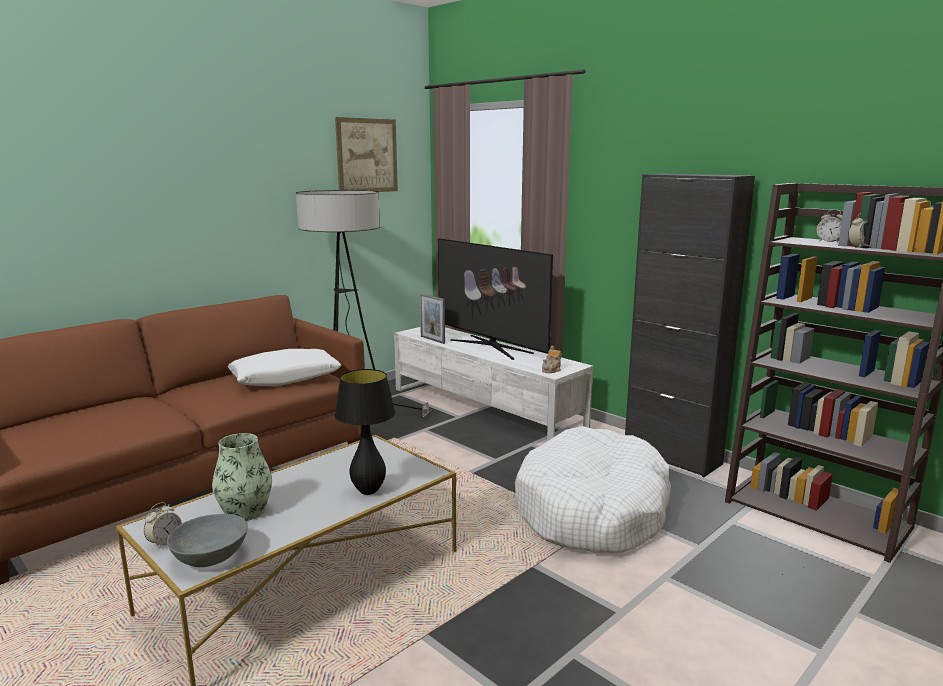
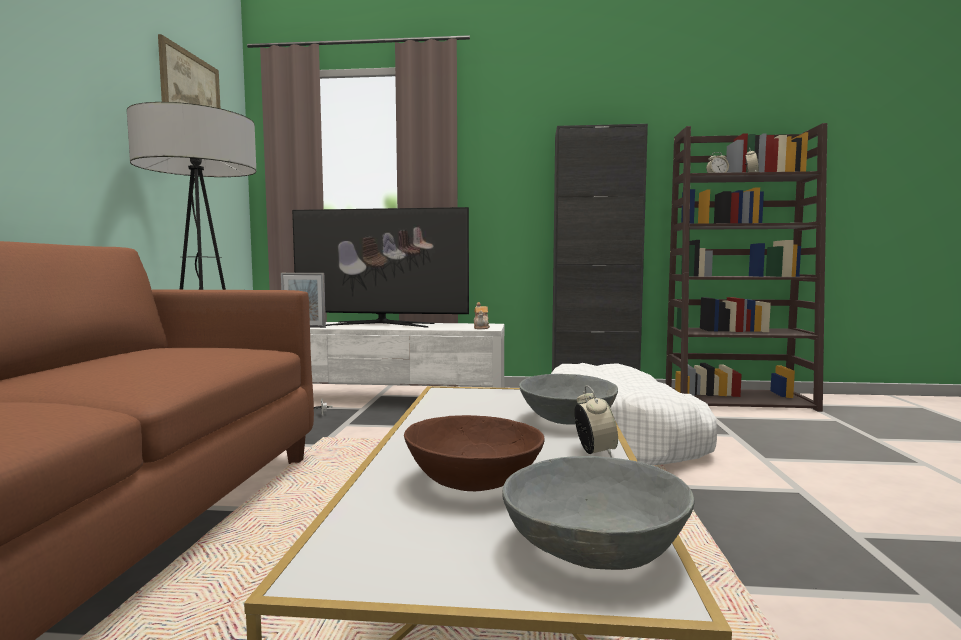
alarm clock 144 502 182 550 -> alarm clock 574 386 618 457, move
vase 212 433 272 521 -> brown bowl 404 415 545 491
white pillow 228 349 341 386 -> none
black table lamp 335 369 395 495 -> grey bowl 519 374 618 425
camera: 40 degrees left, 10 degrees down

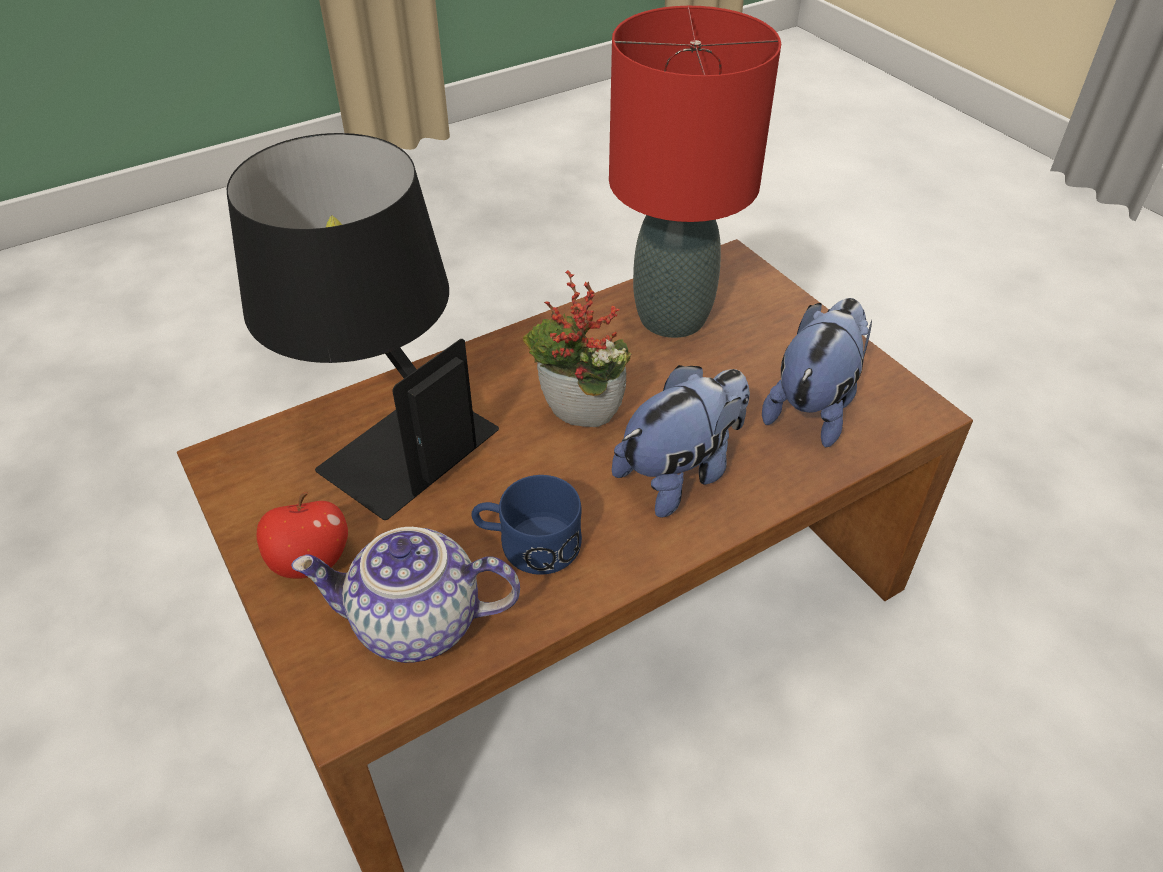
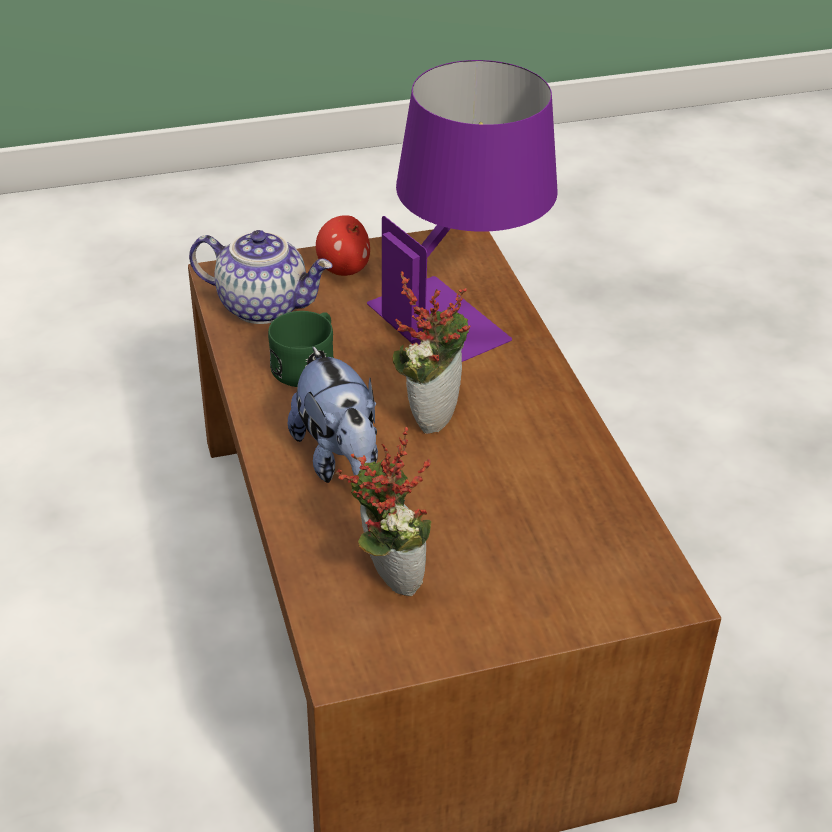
black table lamp 227 133 499 520 -> purple table lamp 367 60 558 362
teapot 291 527 520 663 -> teapot 189 230 333 324, 90 degrees clockwise
blue mug 472 475 582 575 -> green mug 268 311 334 387
red table lamp 609 6 781 338 -> none
plush toy 762 298 872 448 -> potted plant 336 427 431 596
camera: 105 degrees right, 5 degrees down

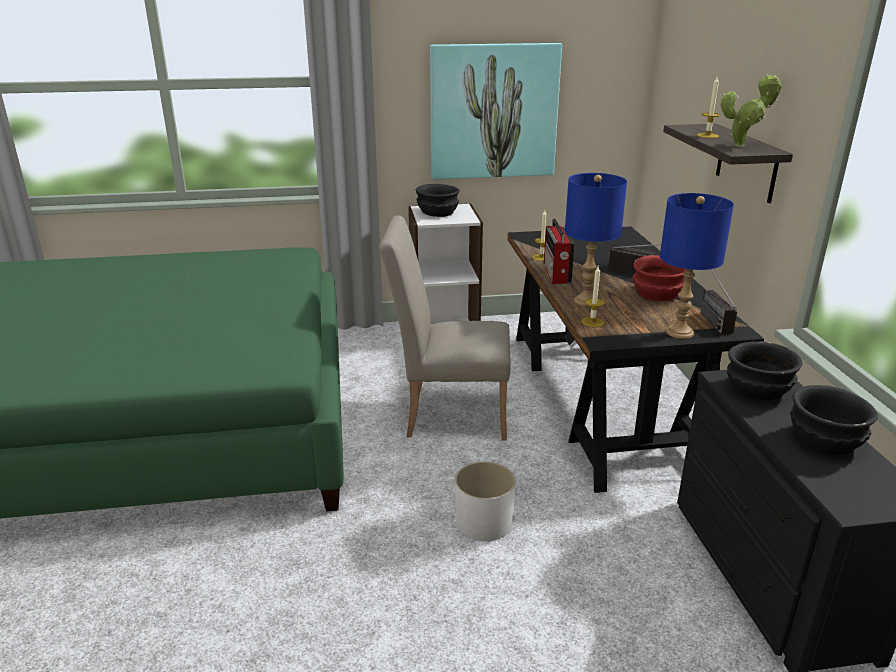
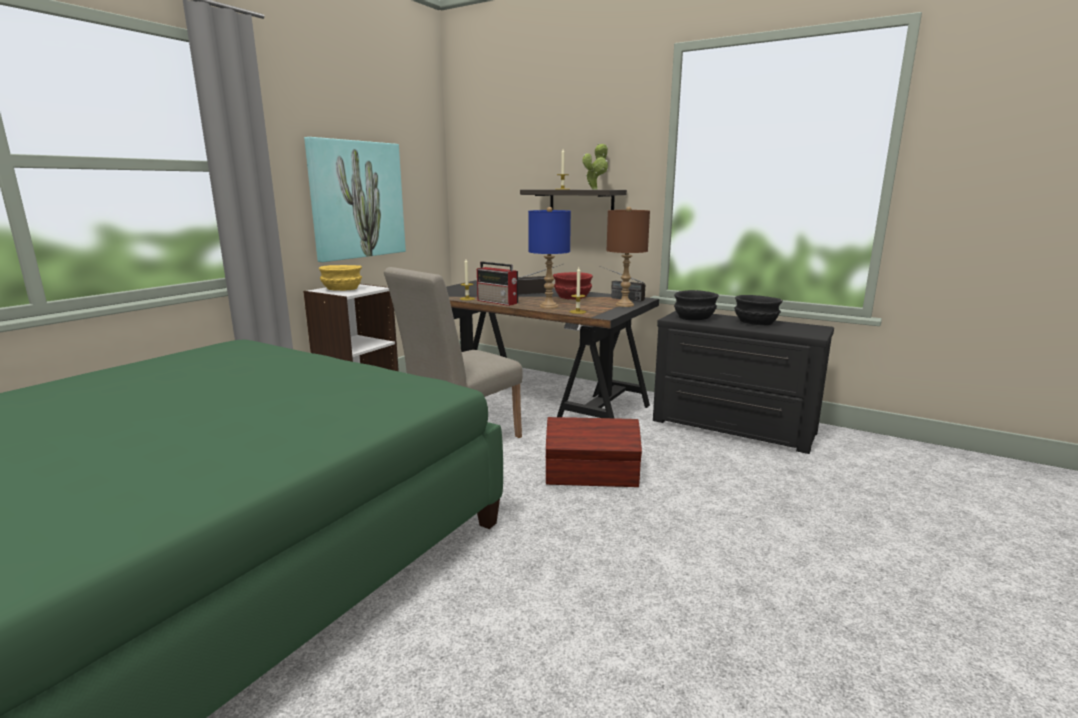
black bowl 416 184 460 217 -> yellow bowl 319 265 362 291
white planter 455 462 516 541 -> brown storage box 546 417 642 487
blue table lamp 660 193 734 339 -> brown table lamp 606 207 650 307
camera: 50 degrees left, 10 degrees down

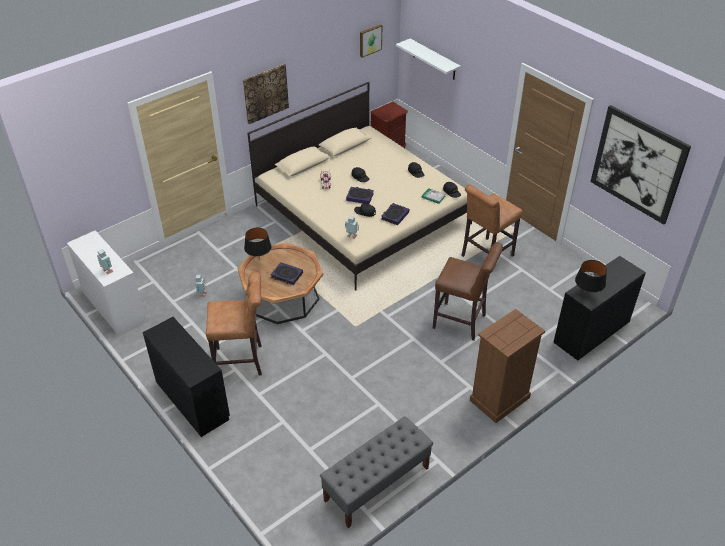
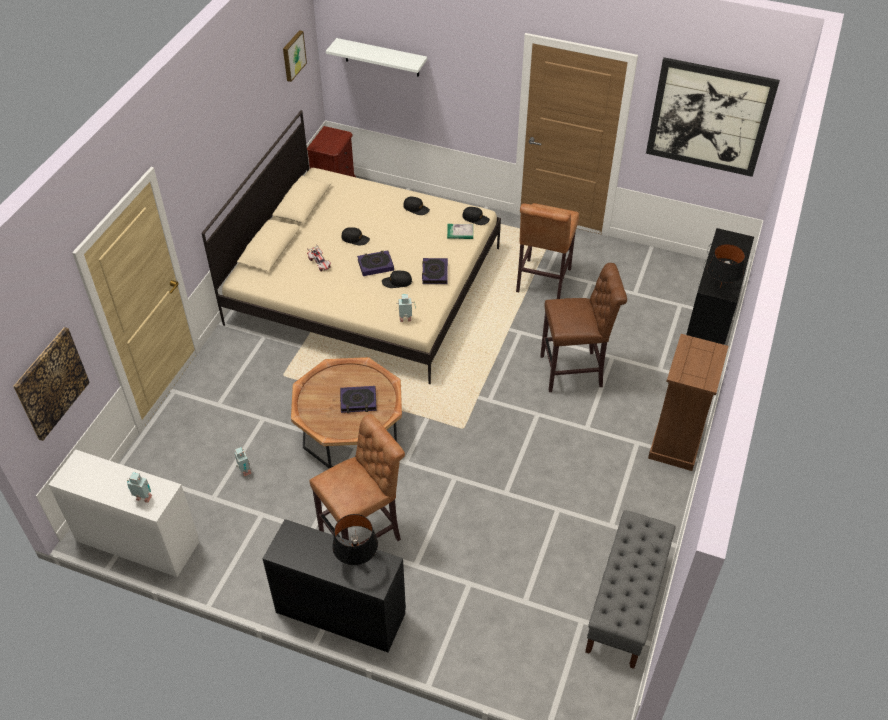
picture 243 64 289 124 -> picture 13 327 90 441, move
black table lamp 244 228 271 261 -> black table lamp 332 514 378 565, move
camera: 30 degrees left, 5 degrees up

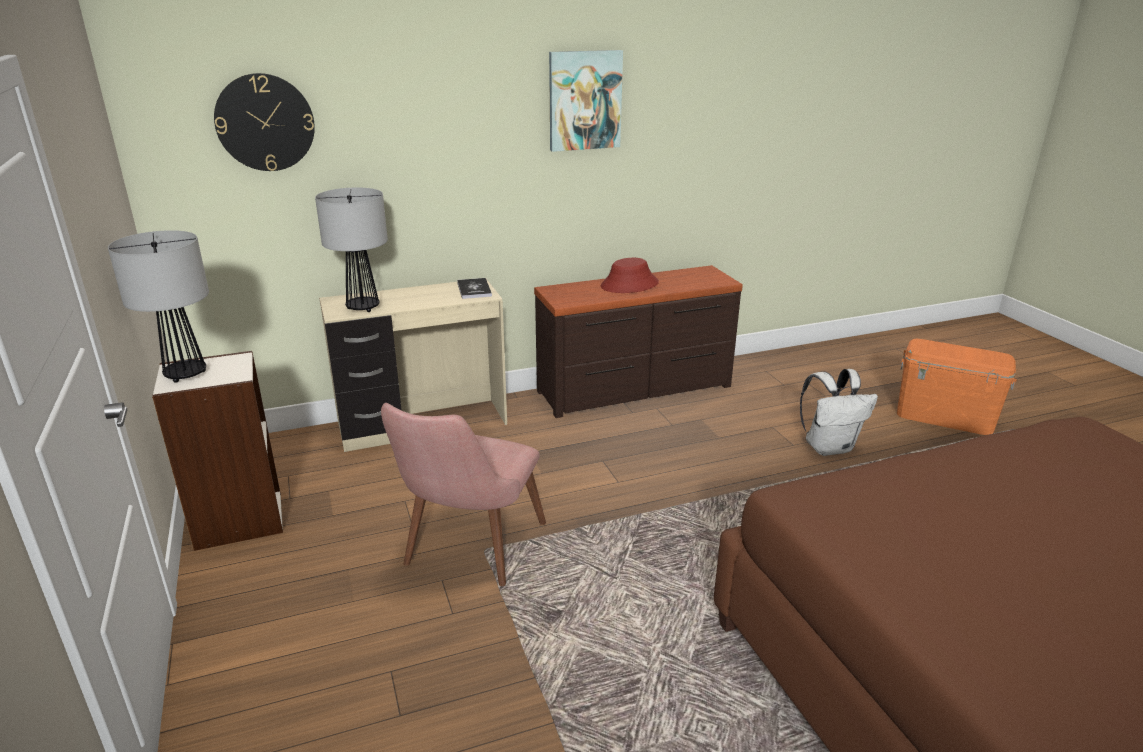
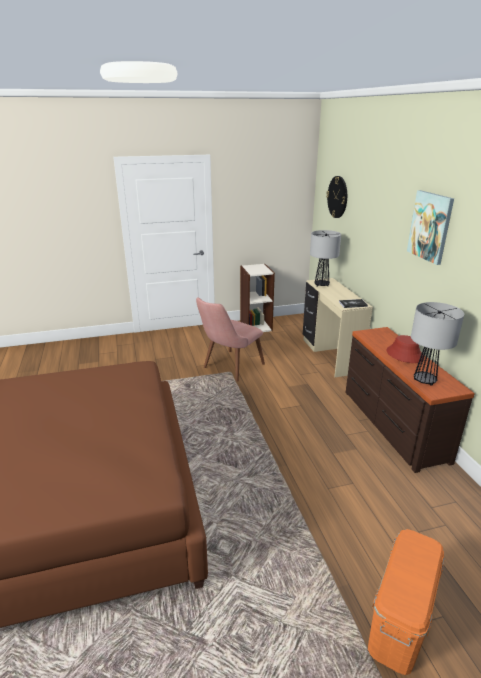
table lamp 108 230 209 383 -> table lamp 411 302 464 386, move
pink chair 381 403 546 586 -> pink chair 196 297 265 382, 75 degrees counterclockwise
white backpack 800 369 878 456 -> none
camera: 95 degrees right, 0 degrees up

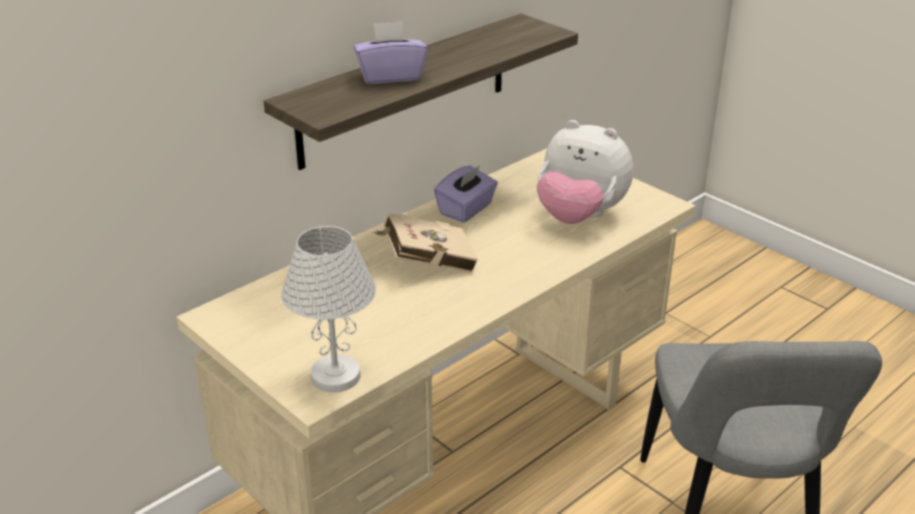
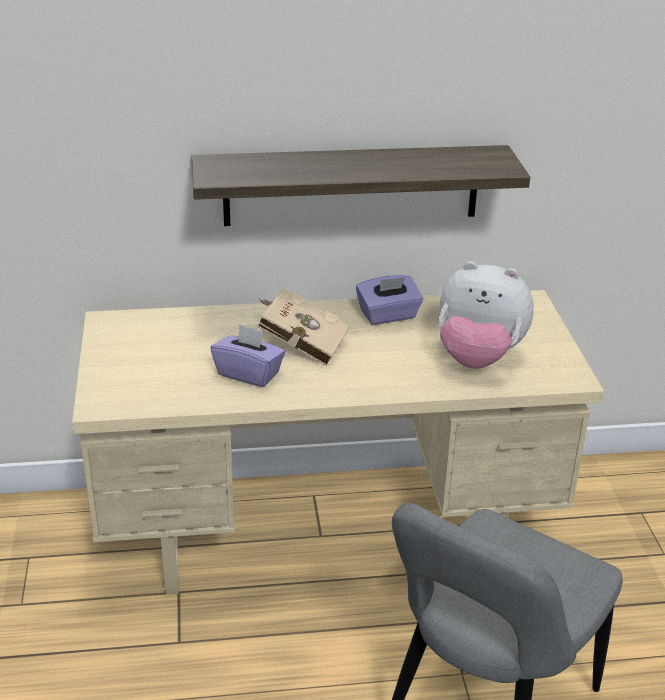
white table lamp 281 226 376 393 -> none
purple tissue box 354 21 428 84 -> purple tissue box 211 324 285 387, move
plush toy 537 120 633 224 -> plush toy 439 261 534 369, 45 degrees counterclockwise
camera: 35 degrees right, 0 degrees up

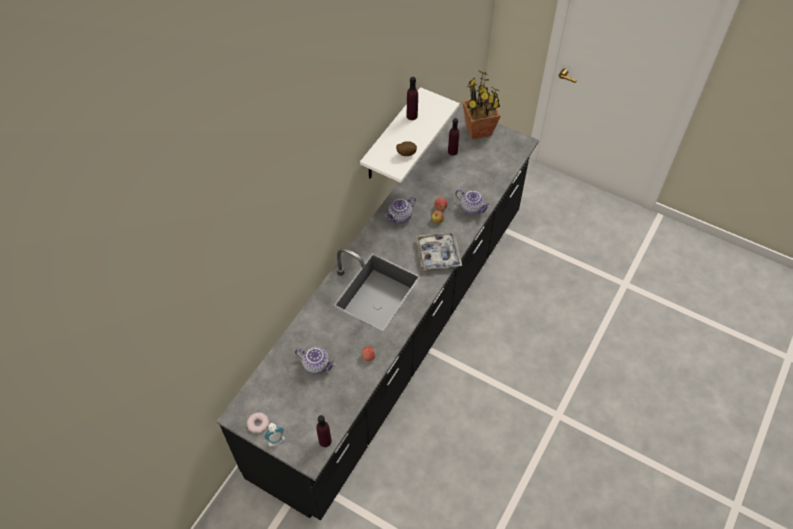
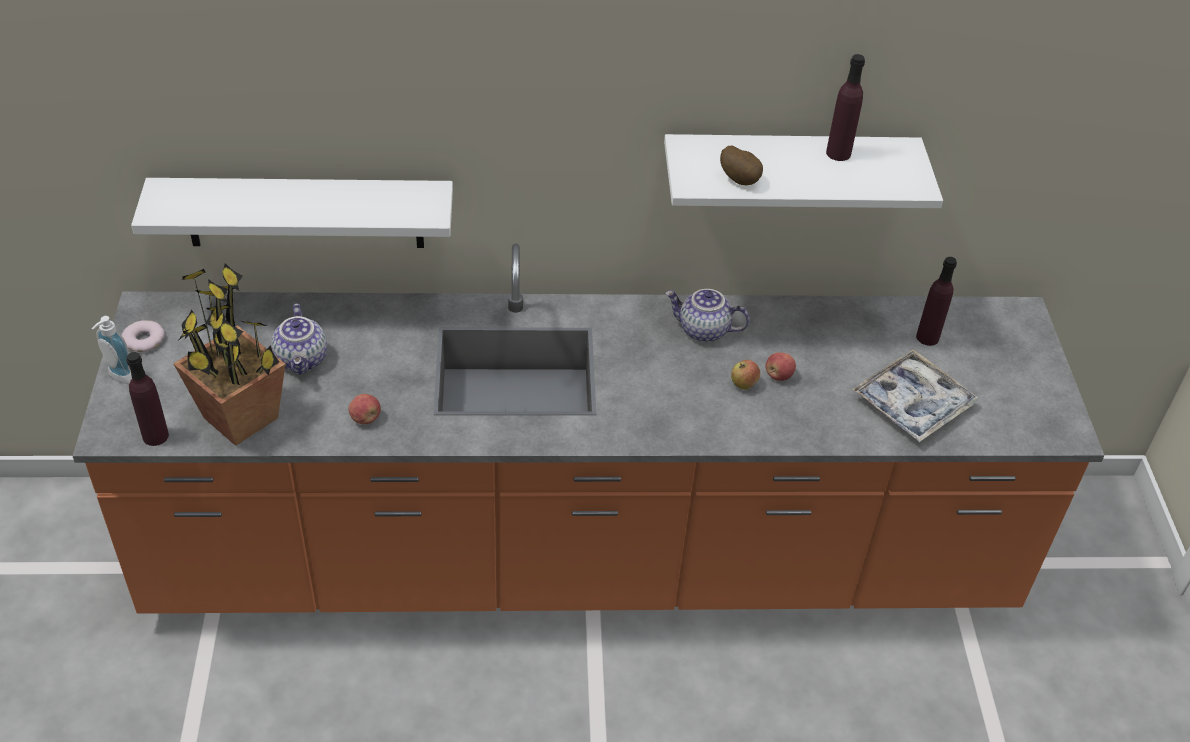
black counter 216 108 539 521 -> orange counter 72 244 1105 614
tray 416 232 462 270 -> tray 853 349 978 442, move
teapot 455 189 491 215 -> none
potted plant 462 70 501 140 -> potted plant 173 263 286 446, move
none -> white shelf 131 178 453 248
camera: 55 degrees right, 10 degrees down

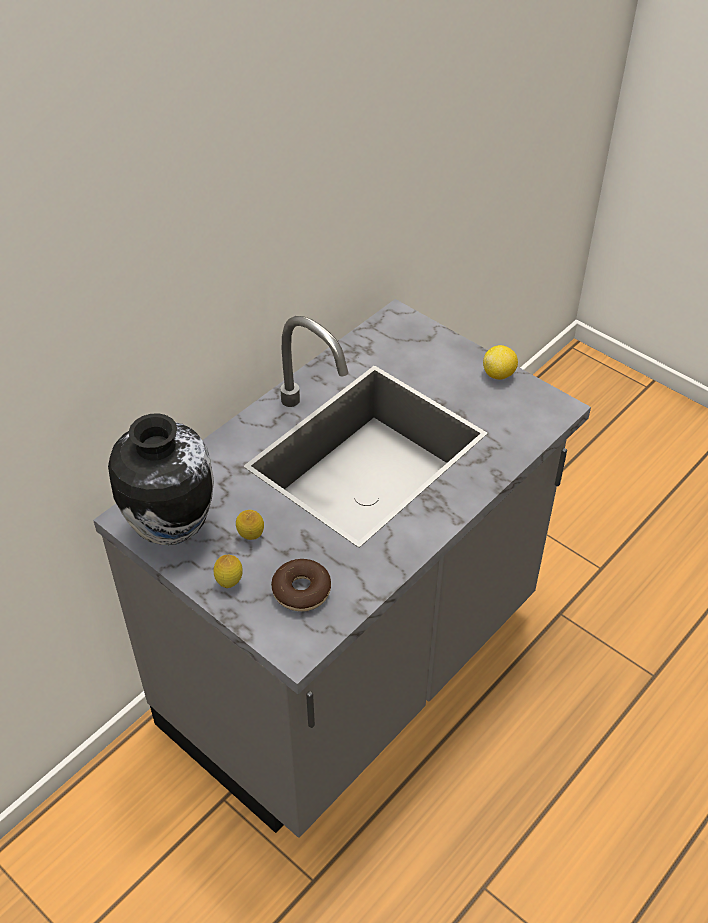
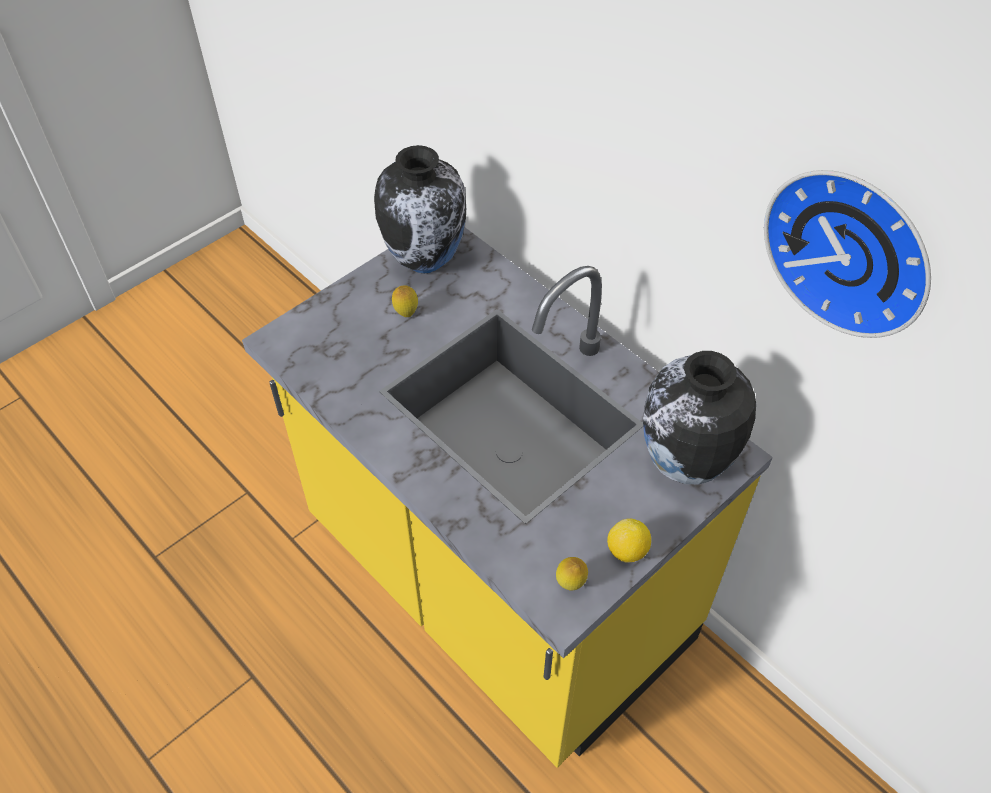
grey counter 93 299 591 838 -> yellow counter 242 227 773 768
lemon 214 555 243 588 -> lemon 556 557 588 590, move
donut 271 559 331 611 -> none
none -> vase 643 351 756 484
none -> wall clock 764 170 931 338
camera: 95 degrees right, 5 degrees up

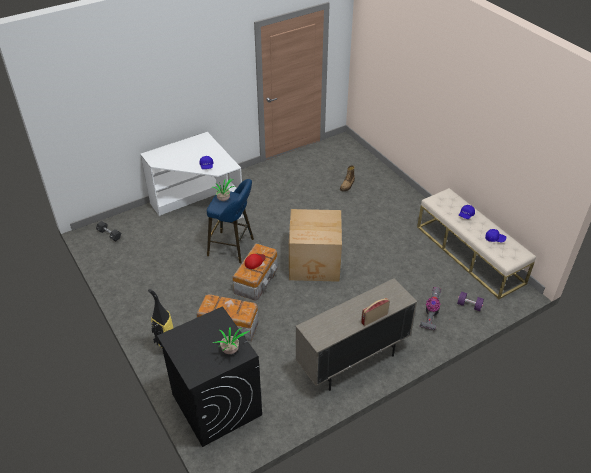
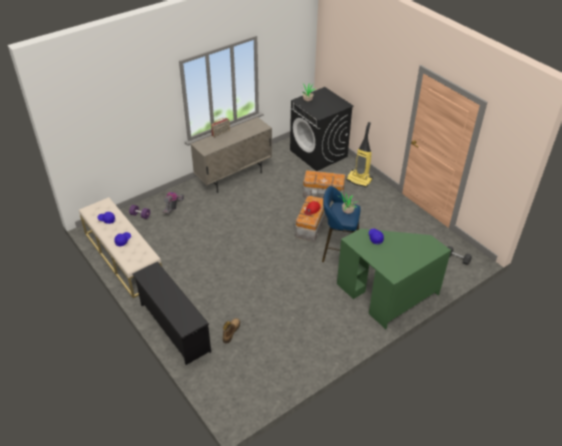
white desk 141 132 244 219 -> green desk 337 229 451 329
cardboard box 289 209 342 282 -> none
none -> black shoe rack 132 262 211 365
camera: 175 degrees right, 0 degrees up

